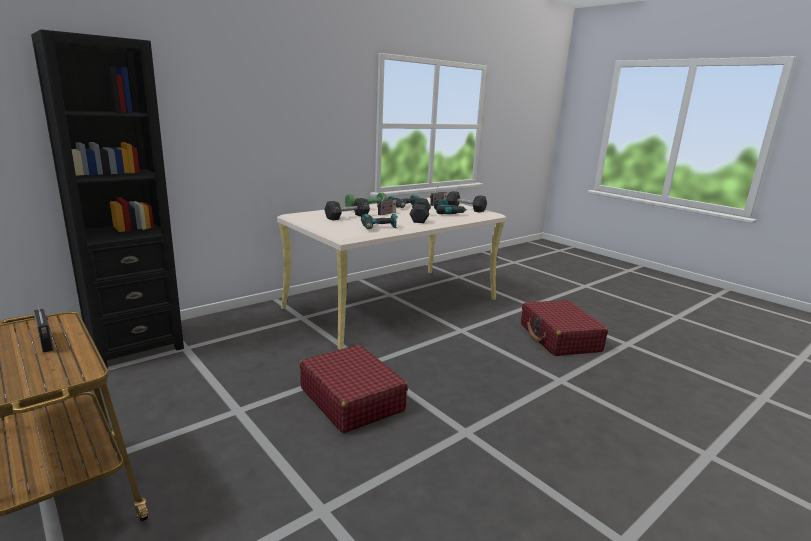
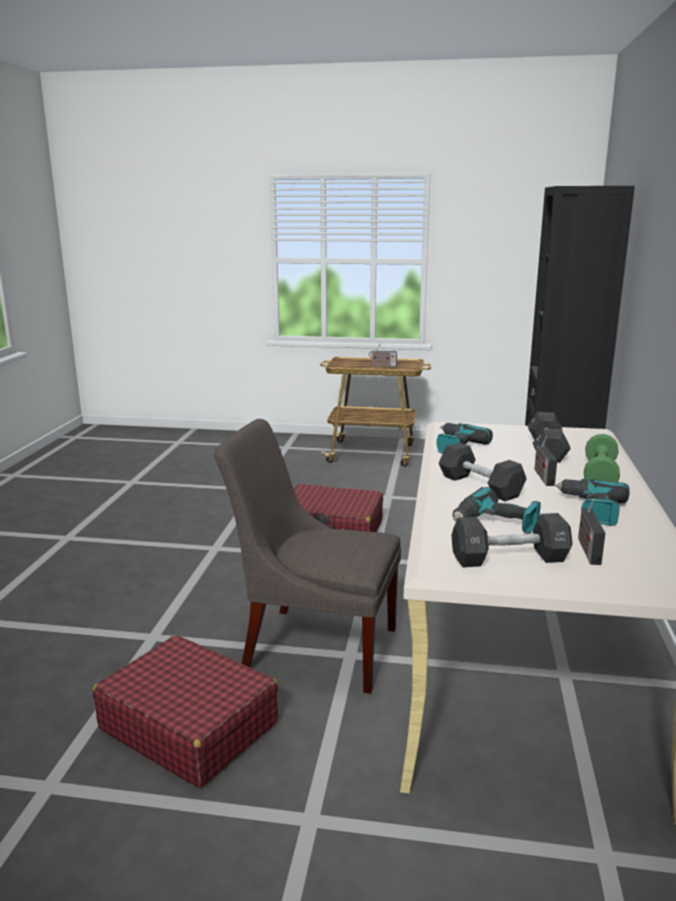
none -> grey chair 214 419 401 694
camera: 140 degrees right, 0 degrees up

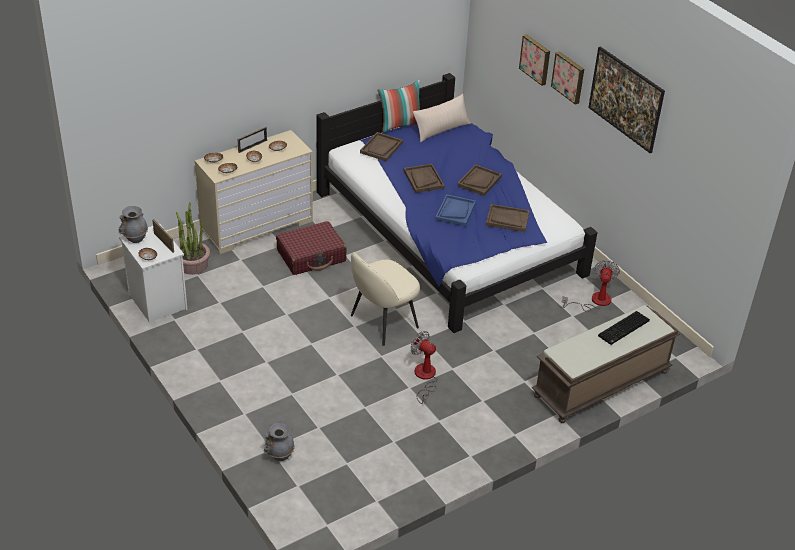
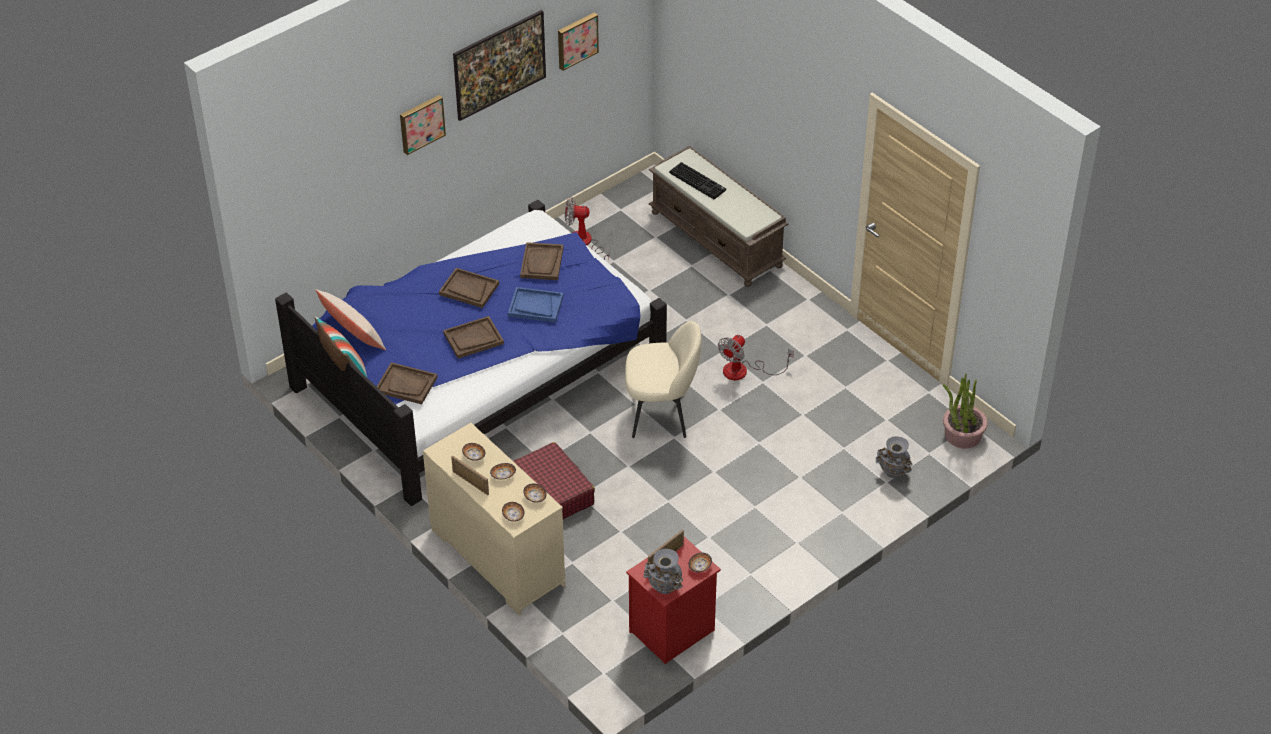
white nightstand 119 224 187 323 -> red nightstand 626 537 721 664
potted plant 176 202 210 275 -> potted plant 943 374 988 448, move
beige chair 351 252 420 346 -> beige chair 625 321 702 438, 45 degrees counterclockwise
picture 519 34 550 86 -> picture 558 12 599 71, move
camera: 95 degrees left, 5 degrees up

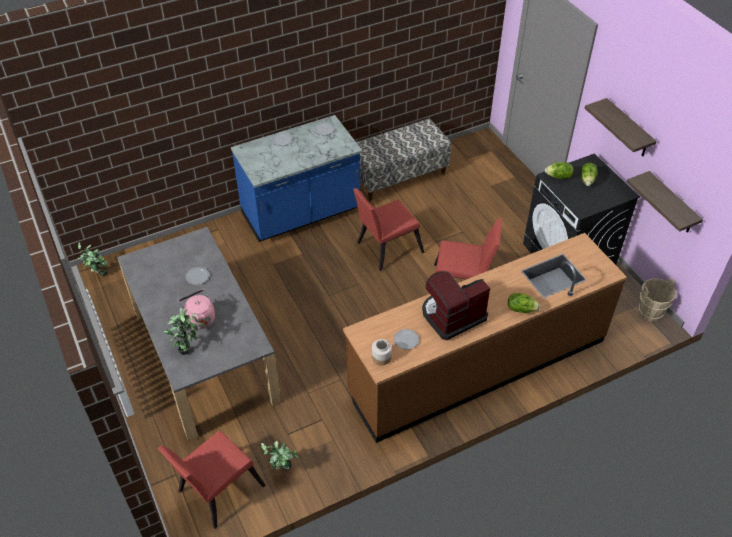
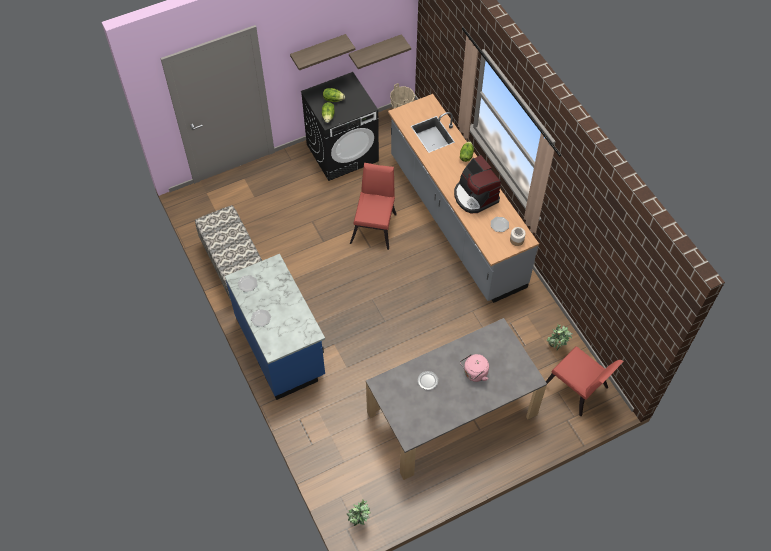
potted plant 163 307 198 355 -> none
brown counter 343 233 627 443 -> grey counter 388 94 539 303
red chair 353 188 424 271 -> none
camera: 90 degrees left, 10 degrees up

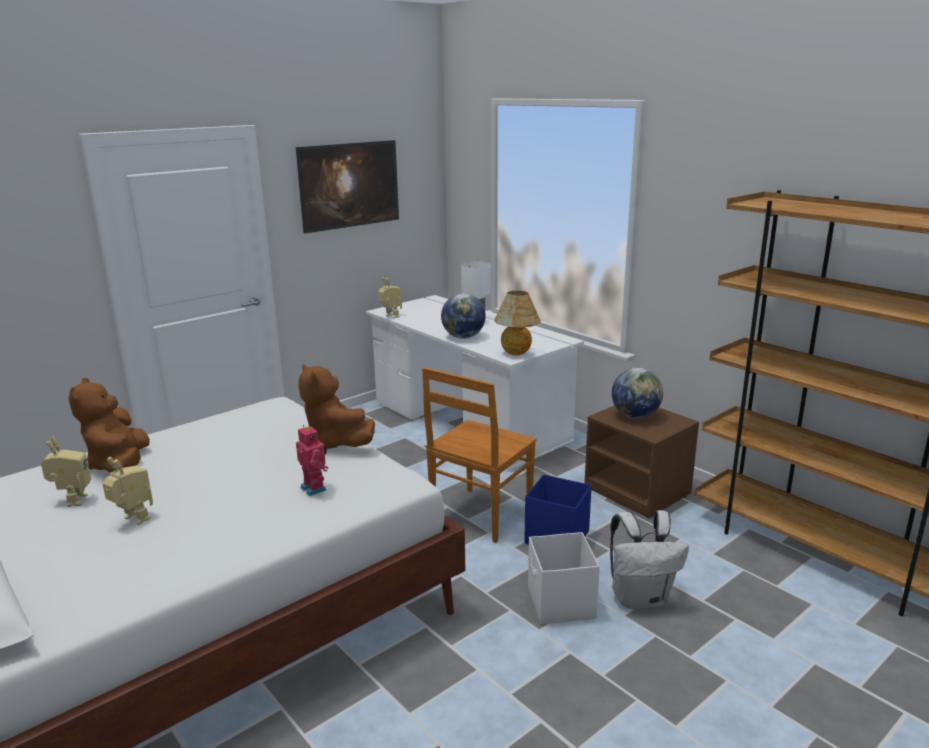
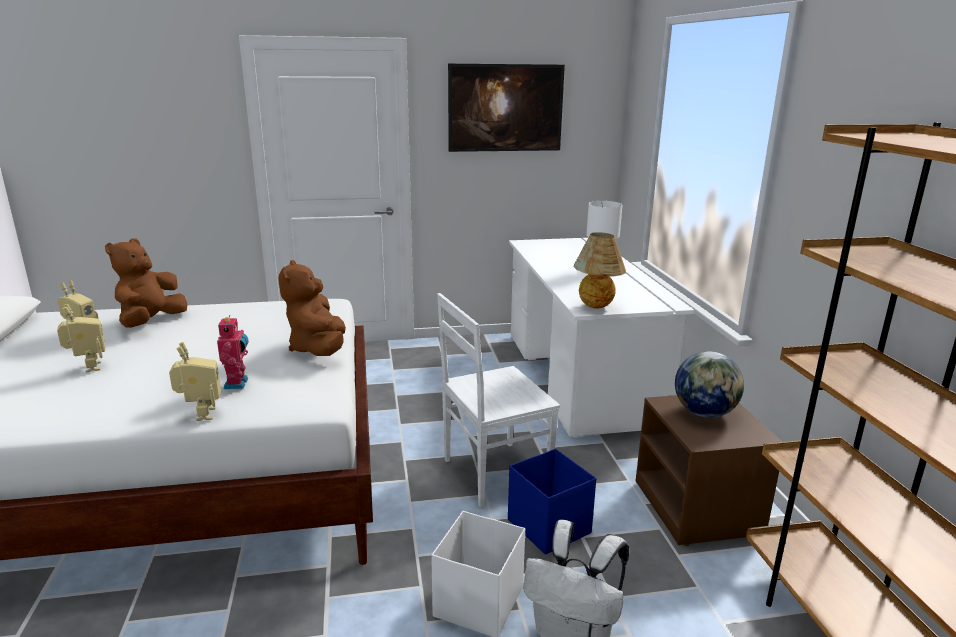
toy robot 378 277 402 318 -> toy robot 169 342 221 421, move
brown chair 422 367 537 543 -> white chair 437 293 560 508
globe 441 293 486 339 -> none
camera: 30 degrees right, 0 degrees up

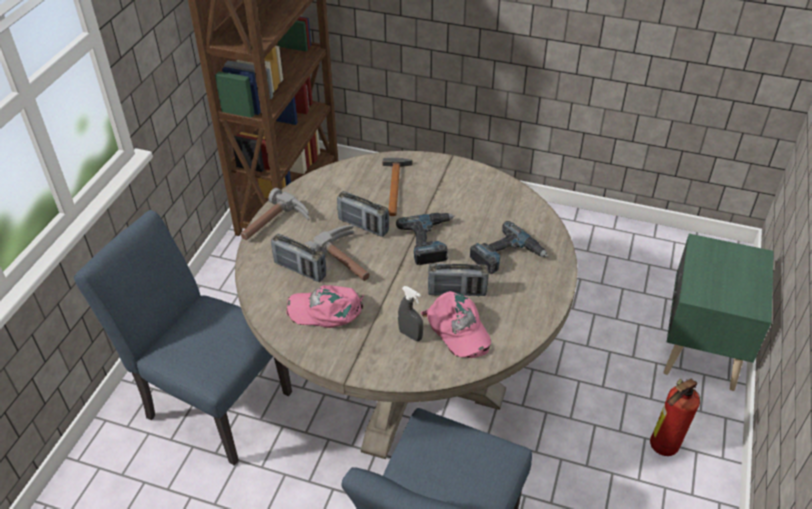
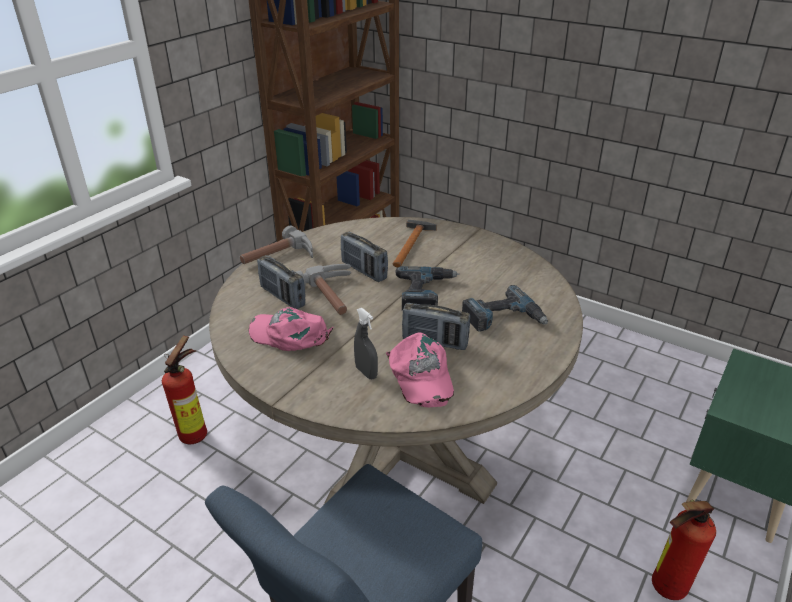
blue chair 74 210 292 466 -> fire extinguisher 162 335 207 444
camera: 15 degrees right, 10 degrees down

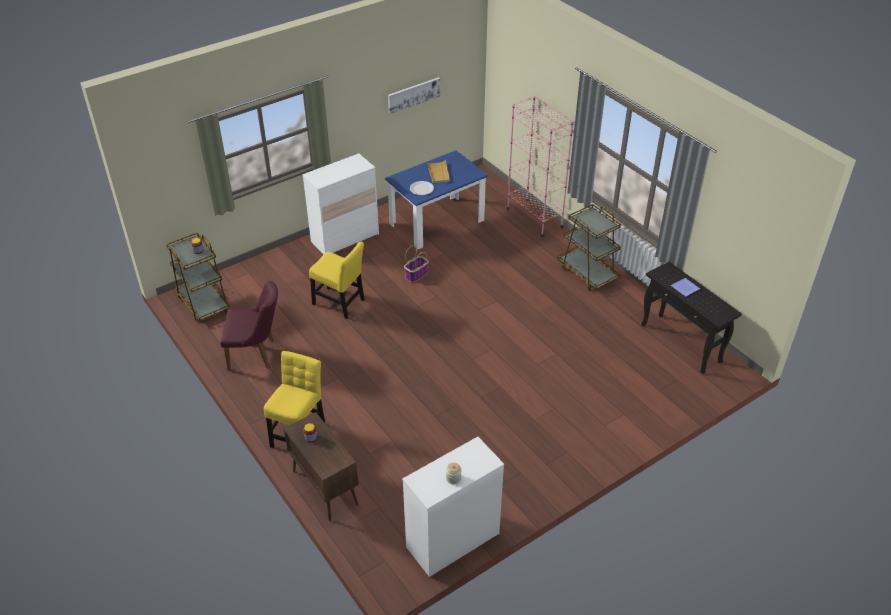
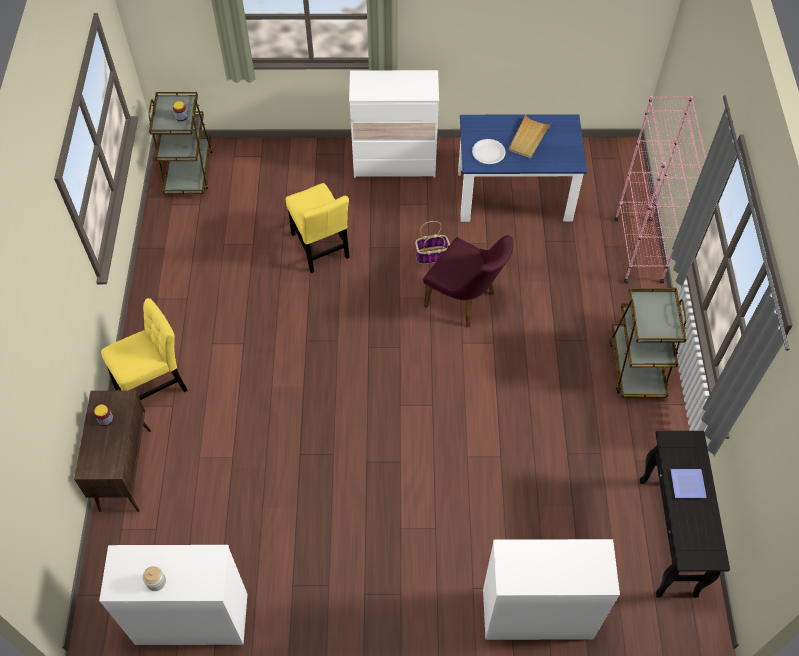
purple chair 220 281 278 371 -> purple chair 423 235 514 327, move
picture 388 77 440 114 -> none
none -> white dresser 483 539 620 640
camera: 35 degrees right, 15 degrees up

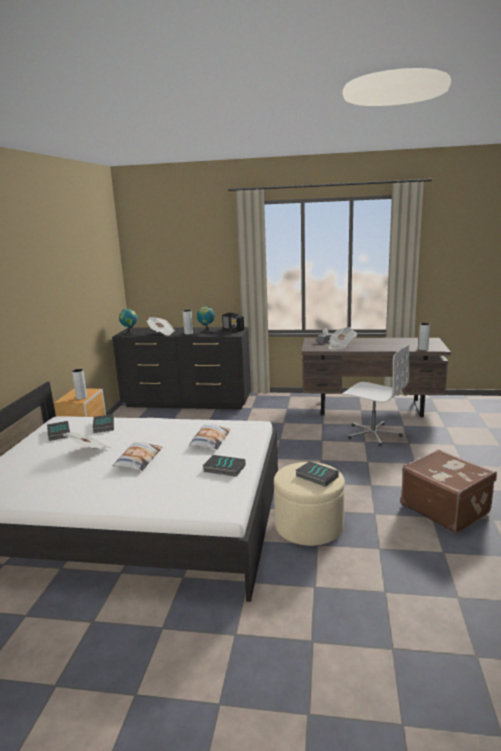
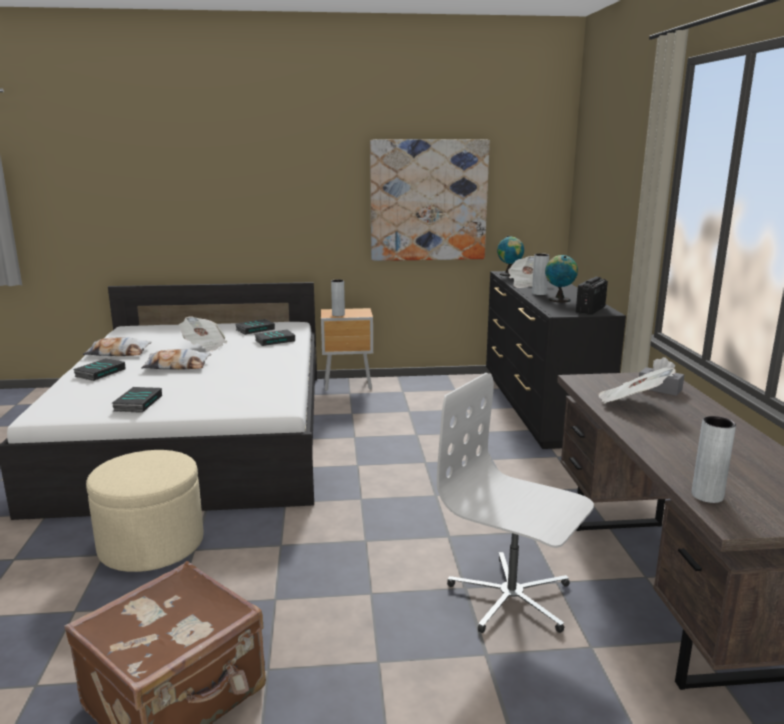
pillow 189 424 230 450 -> pillow 83 337 152 356, move
book 296 461 339 487 -> book 73 358 126 381, move
white office chair 343 344 409 446 -> white office chair 437 373 594 633, 105 degrees clockwise
none -> picture 370 140 490 261
camera: 75 degrees right, 0 degrees up

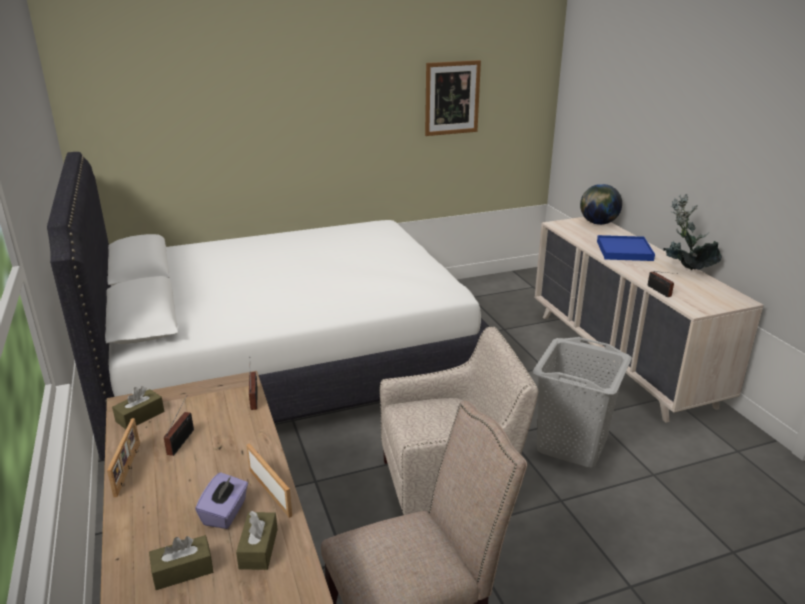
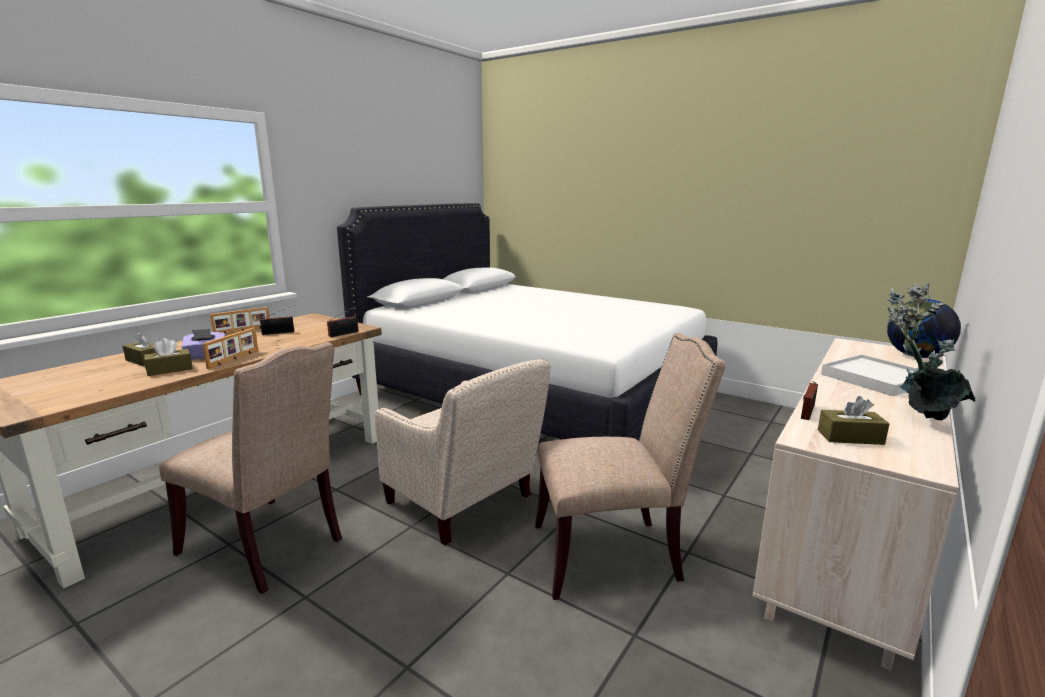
brown tissue box 112 386 164 429 -> brown tissue box 818 396 890 445, move
picture 425 60 481 136 -> none
grey laundry basket 533 337 632 468 -> beige chair 535 333 726 600
blue tray 597 235 655 261 -> white tray 821 354 917 396
camera: 55 degrees right, 10 degrees down

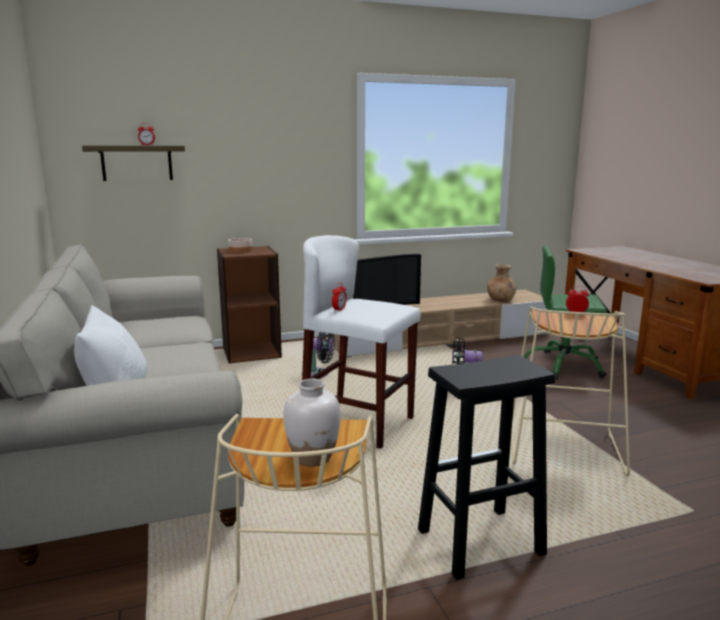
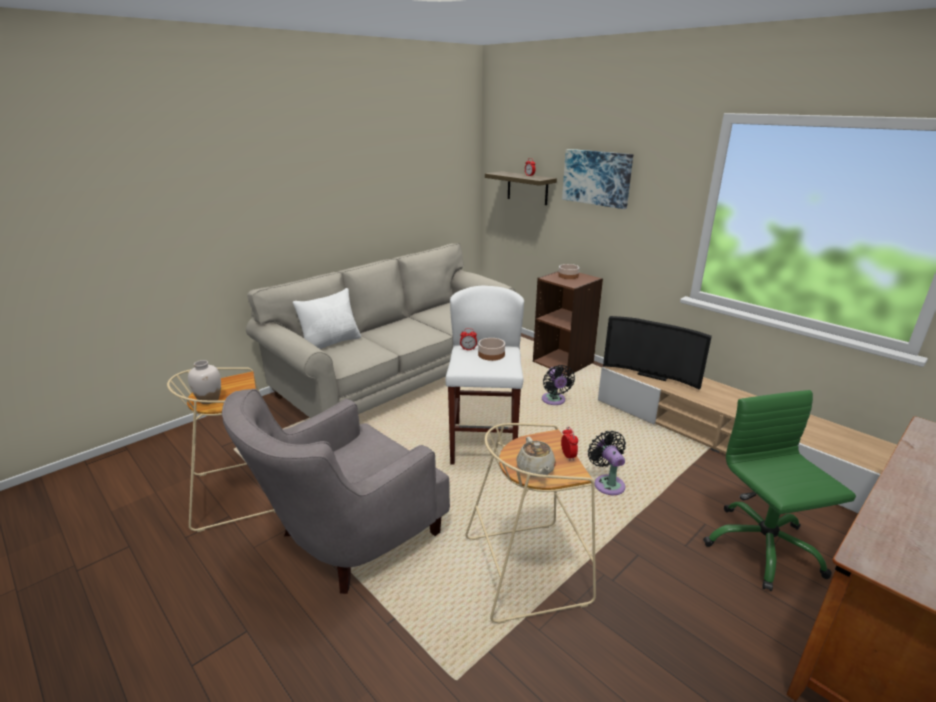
black stool 418 355 555 580 -> grey armchair 222 389 450 594
brown vase 487 264 516 302 -> none
none -> bowl 478 338 505 361
none -> beige teapot 516 436 556 477
none -> picture 562 149 633 209
camera: 65 degrees right, 10 degrees up

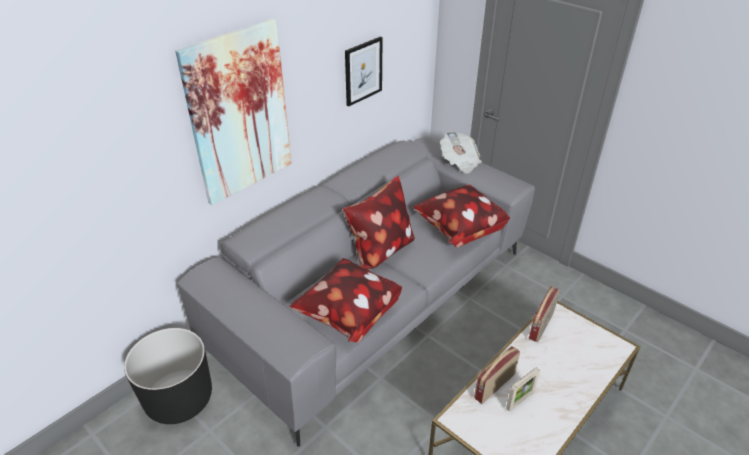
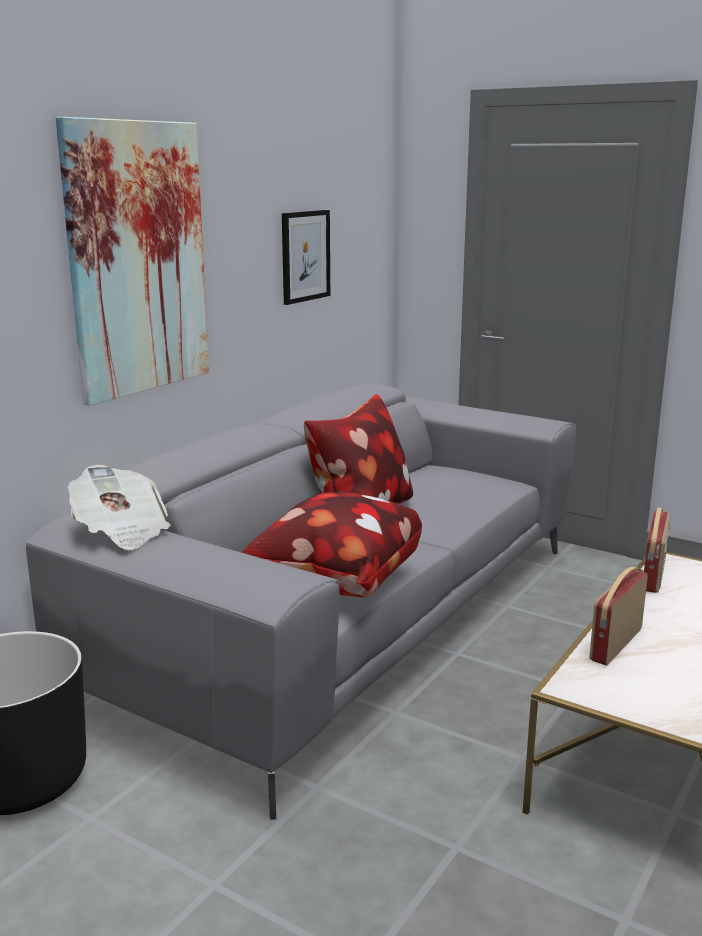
pillow 413 185 510 248 -> none
newspaper 440 131 482 174 -> newspaper 68 465 171 550, move
picture frame 506 368 540 411 -> none
camera: 10 degrees left, 20 degrees down

